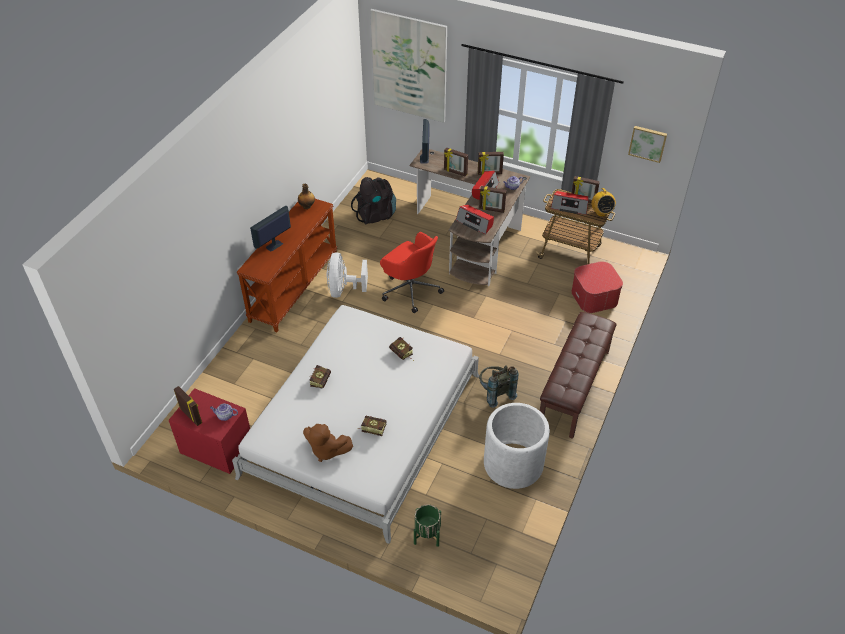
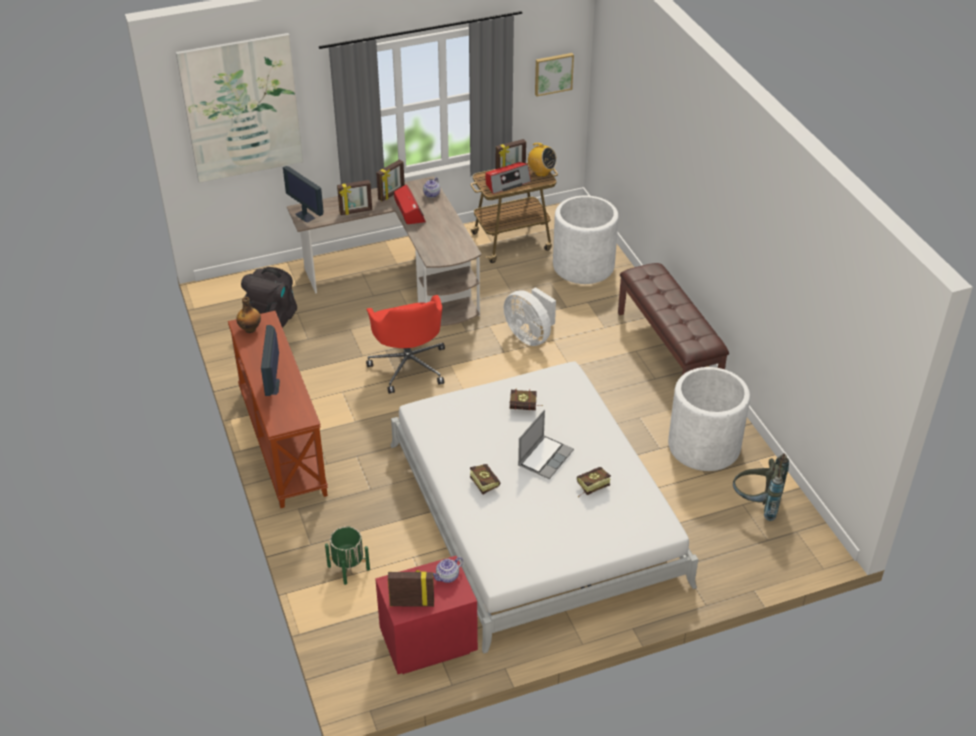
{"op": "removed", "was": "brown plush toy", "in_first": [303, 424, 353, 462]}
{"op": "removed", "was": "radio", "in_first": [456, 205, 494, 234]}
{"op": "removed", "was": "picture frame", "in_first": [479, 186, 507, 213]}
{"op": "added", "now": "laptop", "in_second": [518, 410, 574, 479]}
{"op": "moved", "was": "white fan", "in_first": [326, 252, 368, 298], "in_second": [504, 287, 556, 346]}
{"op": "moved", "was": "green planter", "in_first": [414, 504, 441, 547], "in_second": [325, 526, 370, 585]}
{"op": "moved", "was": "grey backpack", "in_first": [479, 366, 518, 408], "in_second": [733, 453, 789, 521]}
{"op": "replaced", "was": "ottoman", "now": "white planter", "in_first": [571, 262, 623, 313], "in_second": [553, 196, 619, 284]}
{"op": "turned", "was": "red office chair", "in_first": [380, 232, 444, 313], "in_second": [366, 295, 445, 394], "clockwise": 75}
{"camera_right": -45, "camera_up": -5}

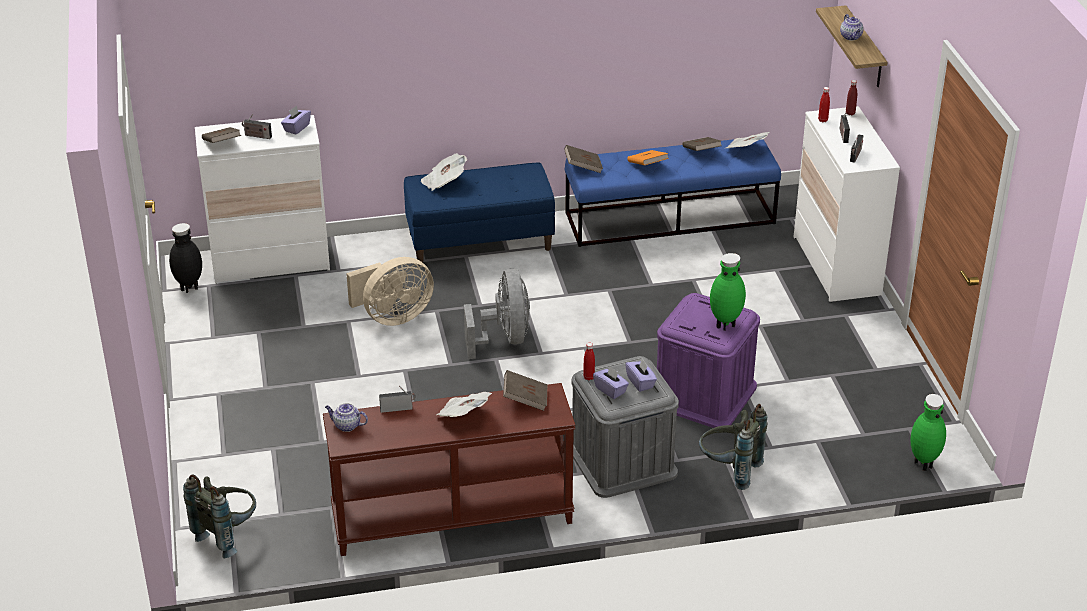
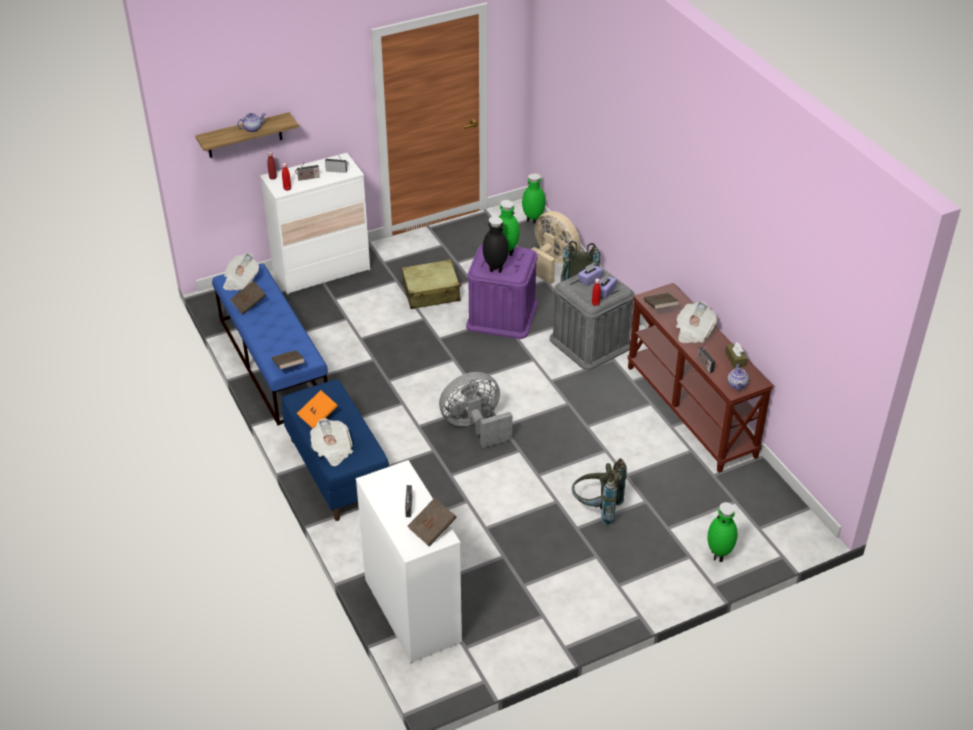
{"op": "removed", "was": "purple tissue box", "in_first": [281, 105, 311, 134]}
{"op": "added", "now": "beige suitcase", "in_second": [402, 259, 461, 309]}
{"op": "added", "now": "green vase", "in_second": [707, 502, 738, 562]}
{"op": "added", "now": "brown tissue box", "in_second": [725, 342, 747, 368]}
{"op": "moved", "was": "black vase", "in_first": [169, 223, 202, 293], "in_second": [483, 216, 508, 273]}
{"op": "moved", "was": "grey backpack", "in_first": [183, 475, 256, 558], "in_second": [572, 458, 627, 526]}
{"op": "moved", "was": "beige fan", "in_first": [346, 257, 434, 326], "in_second": [532, 211, 581, 284]}
{"op": "moved", "was": "orange book", "in_first": [627, 150, 669, 165], "in_second": [297, 390, 338, 428]}
{"camera_right": -105, "camera_up": 5}

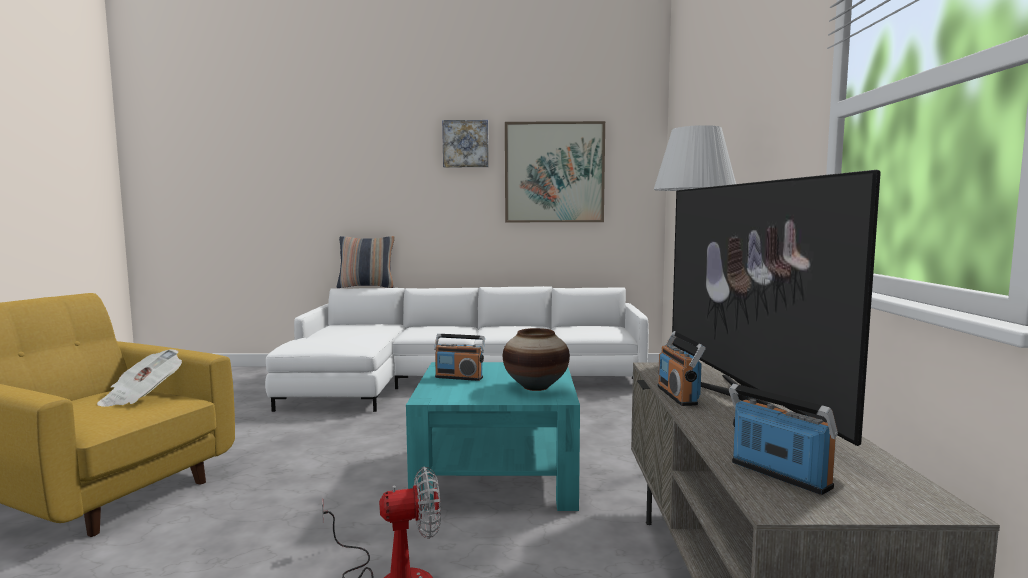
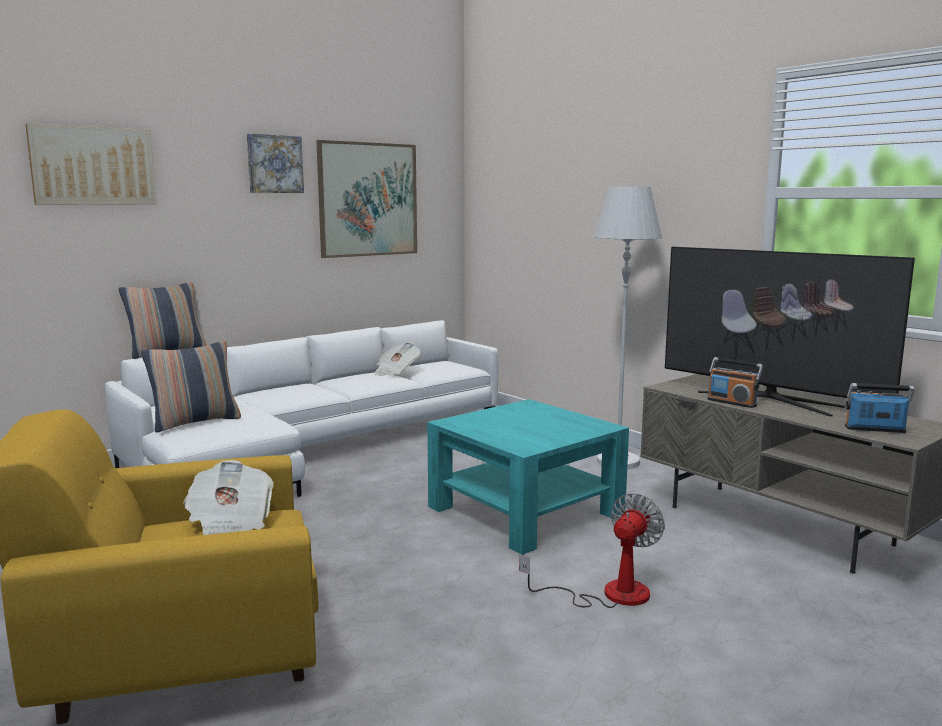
{"op": "removed", "was": "radio", "in_first": [434, 334, 485, 381]}
{"op": "removed", "was": "vase", "in_first": [503, 328, 570, 391]}
{"op": "added", "now": "picture", "in_second": [25, 123, 156, 205]}
{"op": "added", "now": "pillow", "in_second": [141, 341, 241, 433]}
{"op": "added", "now": "newspaper", "in_second": [374, 342, 420, 376]}
{"camera_right": -40, "camera_up": 5}

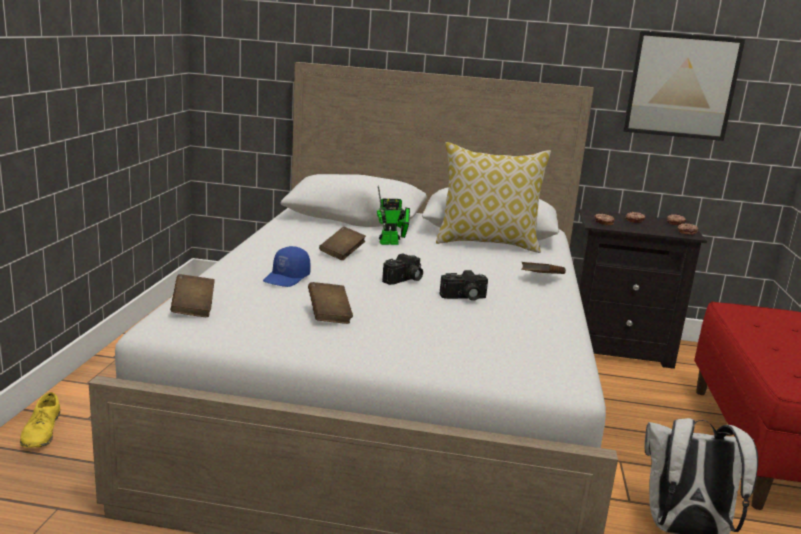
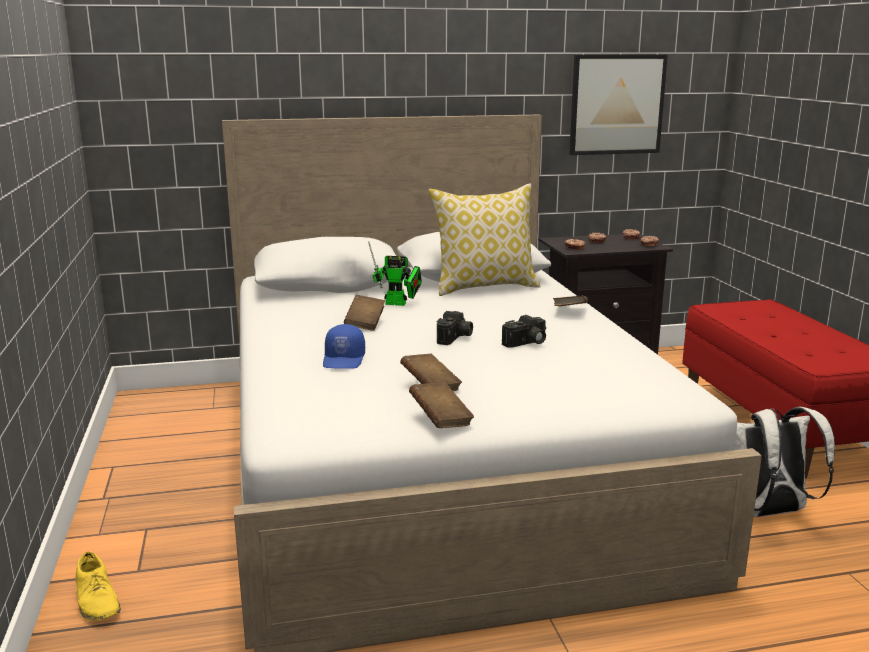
{"op": "moved", "was": "brown book", "in_first": [170, 274, 215, 317], "in_second": [409, 382, 474, 428]}
{"op": "turned", "was": "toy robot", "in_first": [377, 185, 410, 245], "in_second": [368, 241, 422, 306], "clockwise": 45}
{"camera_right": -20, "camera_up": 0}

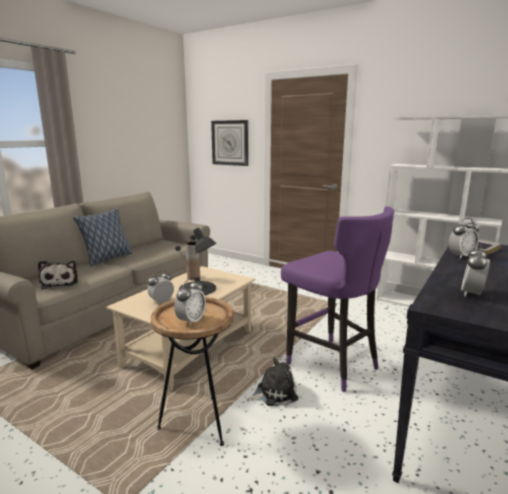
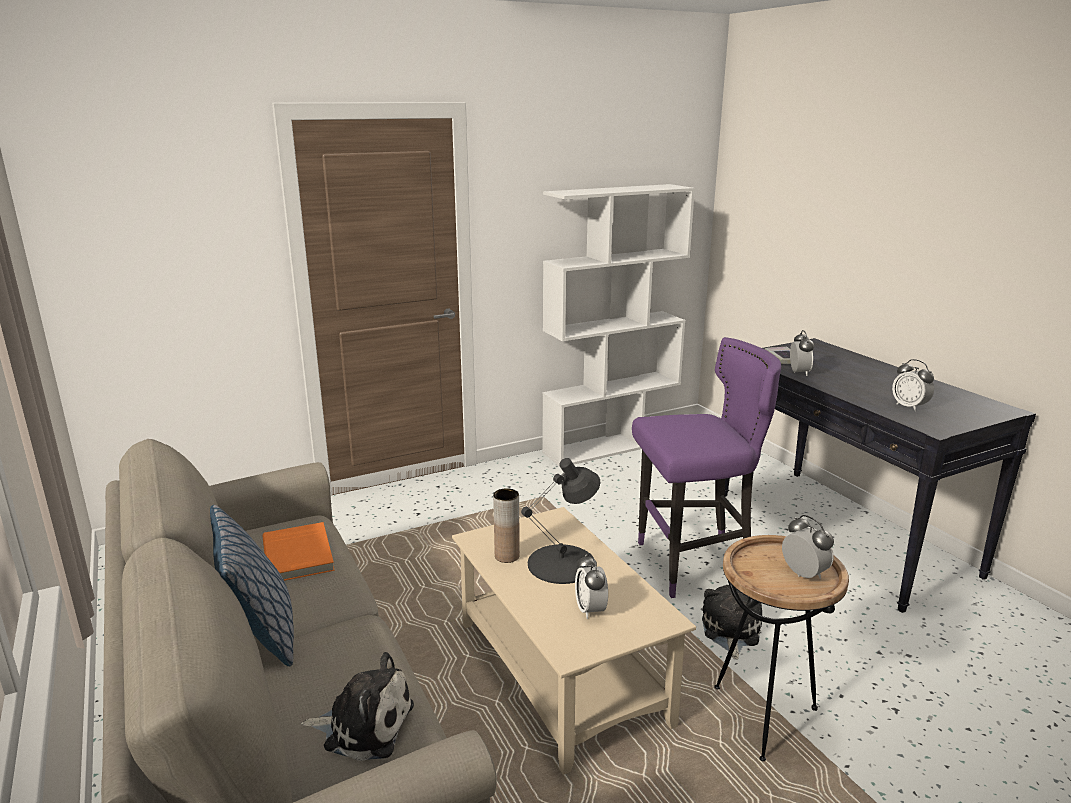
{"op": "removed", "was": "wall clock", "in_first": [211, 120, 248, 166]}
{"op": "added", "now": "orange book", "in_second": [263, 522, 335, 581]}
{"camera_right": -60, "camera_up": 5}

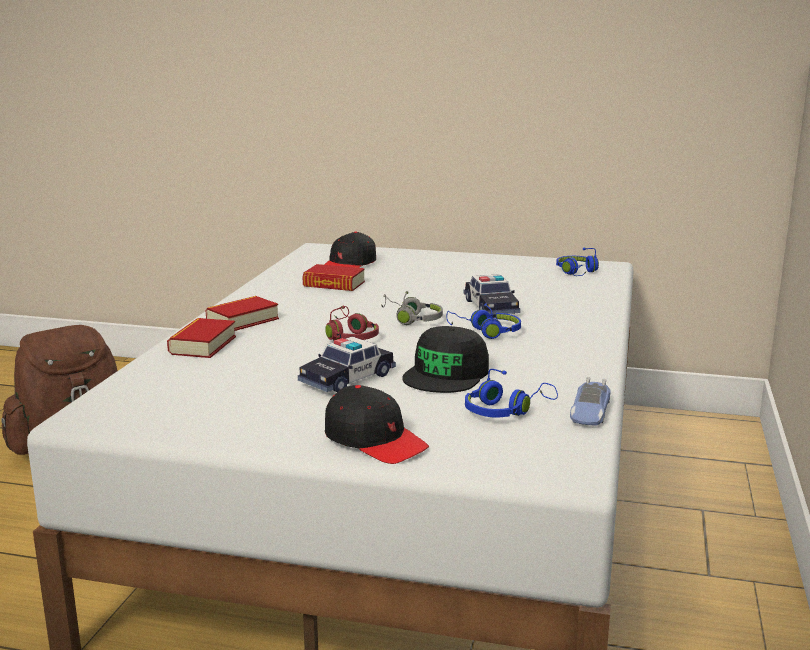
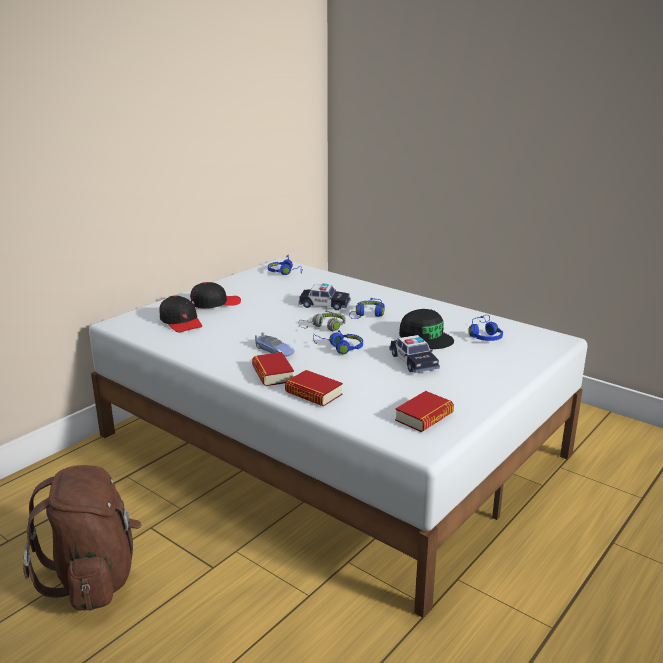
{"op": "moved", "was": "book", "in_first": [302, 264, 365, 291], "in_second": [395, 391, 454, 432]}
{"op": "moved", "was": "black cap", "in_first": [325, 385, 429, 464], "in_second": [190, 282, 241, 308]}
{"op": "moved", "was": "toy car", "in_first": [570, 377, 611, 426], "in_second": [255, 332, 295, 357]}
{"op": "recoloured", "was": "red headphones", "now": "blue headphones", "in_first": [325, 306, 379, 340], "in_second": [313, 330, 363, 354]}
{"camera_right": -65, "camera_up": 5}

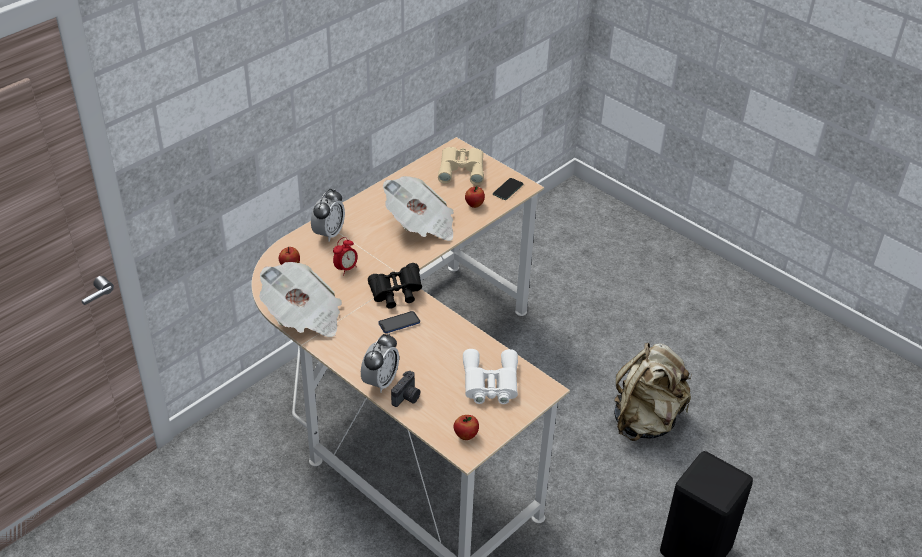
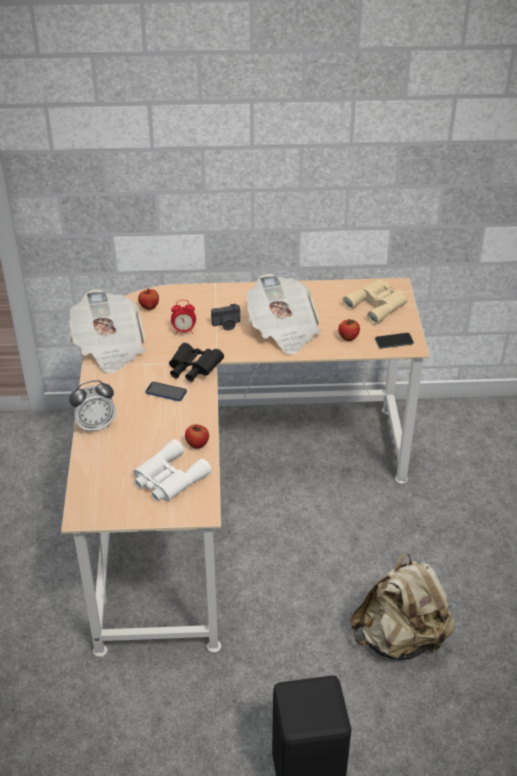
{"op": "removed", "was": "alarm clock", "in_first": [311, 189, 345, 242]}
{"op": "moved", "was": "photo camera", "in_first": [391, 371, 420, 407], "in_second": [211, 304, 240, 330]}
{"op": "moved", "was": "apple", "in_first": [454, 415, 479, 440], "in_second": [185, 424, 209, 449]}
{"camera_right": 45, "camera_up": 0}

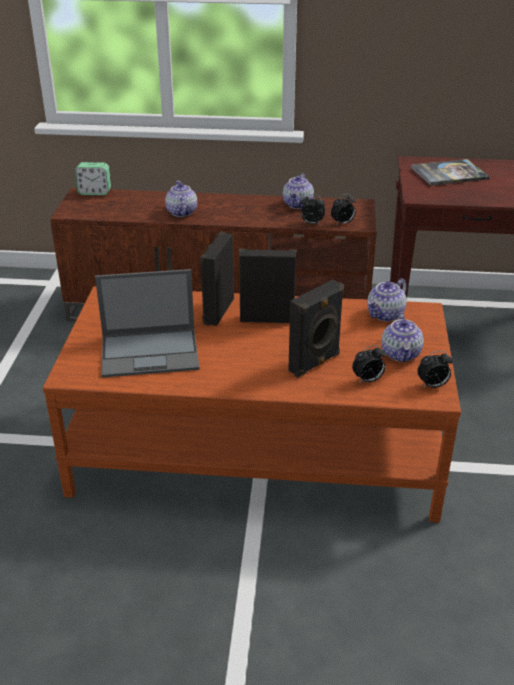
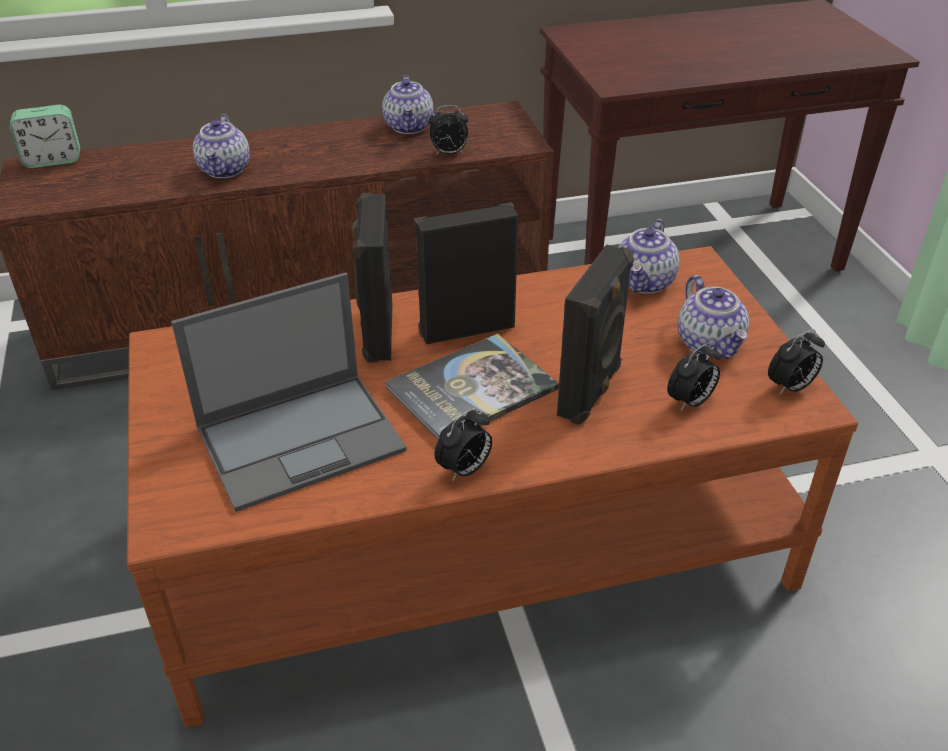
{"op": "moved", "was": "alarm clock", "in_first": [331, 194, 356, 224], "in_second": [435, 408, 492, 481]}
{"op": "moved", "was": "book", "in_first": [411, 159, 490, 186], "in_second": [385, 334, 559, 439]}
{"op": "turned", "was": "teapot", "in_first": [165, 181, 197, 217], "in_second": [193, 114, 250, 178], "clockwise": -150}
{"camera_right": -20, "camera_up": 5}

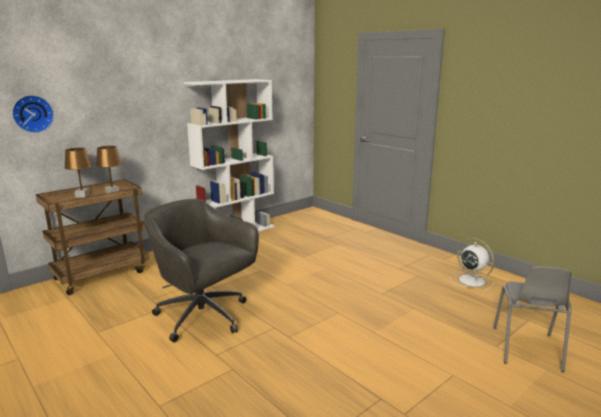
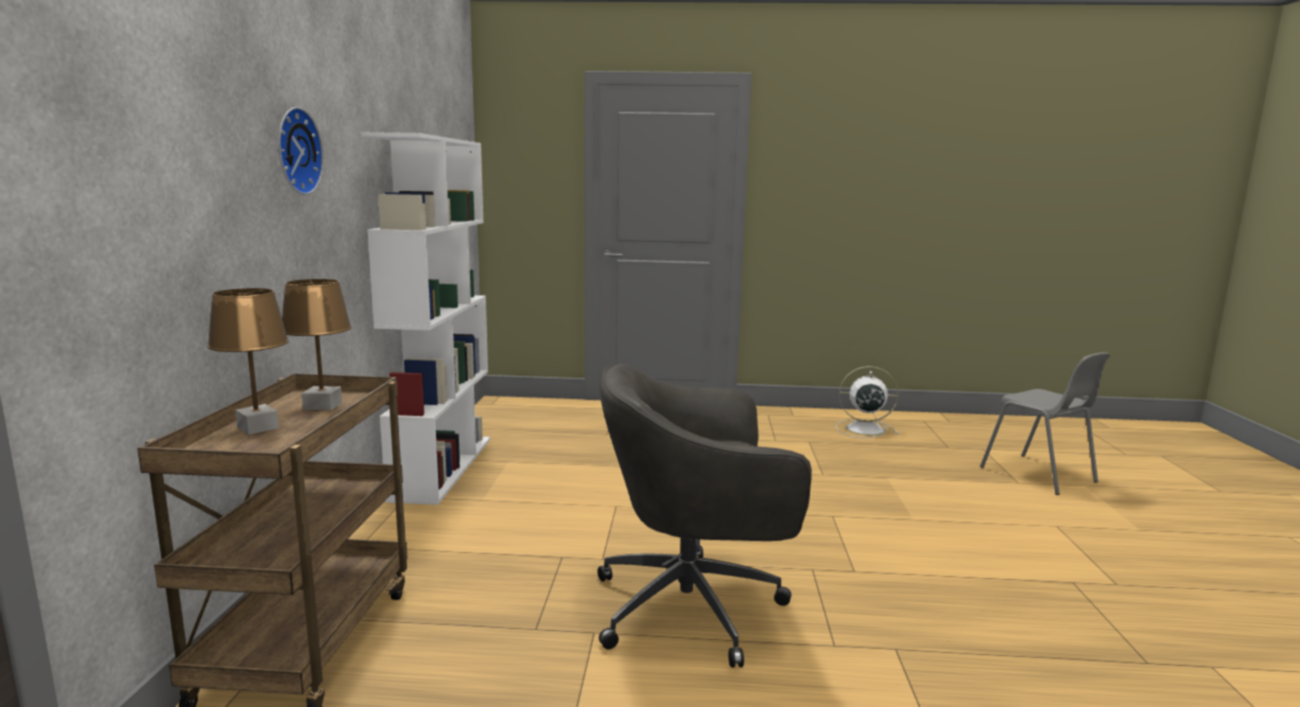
{"op": "moved", "was": "wall clock", "in_first": [12, 95, 54, 133], "in_second": [278, 107, 324, 195]}
{"camera_right": -45, "camera_up": -5}

